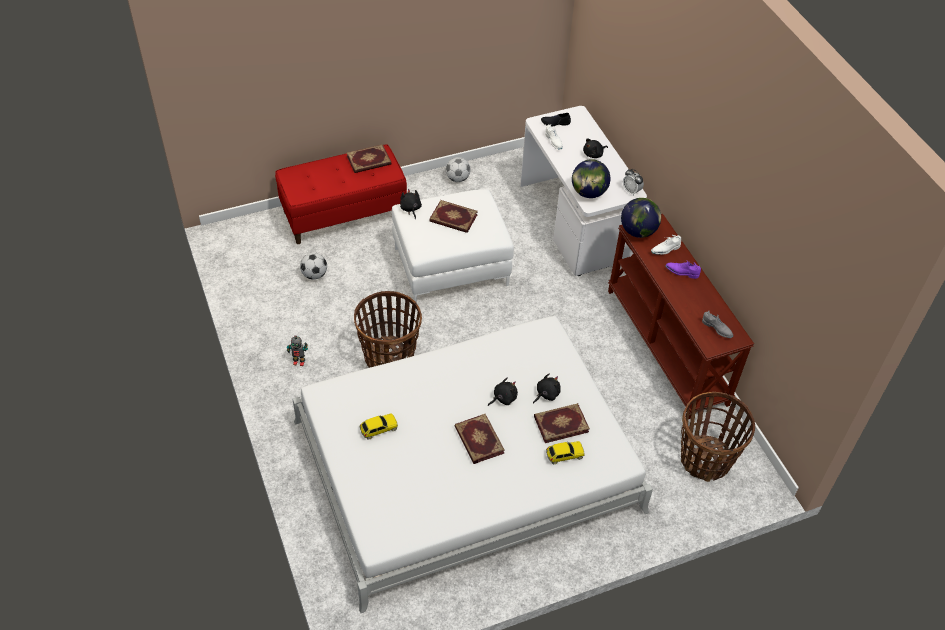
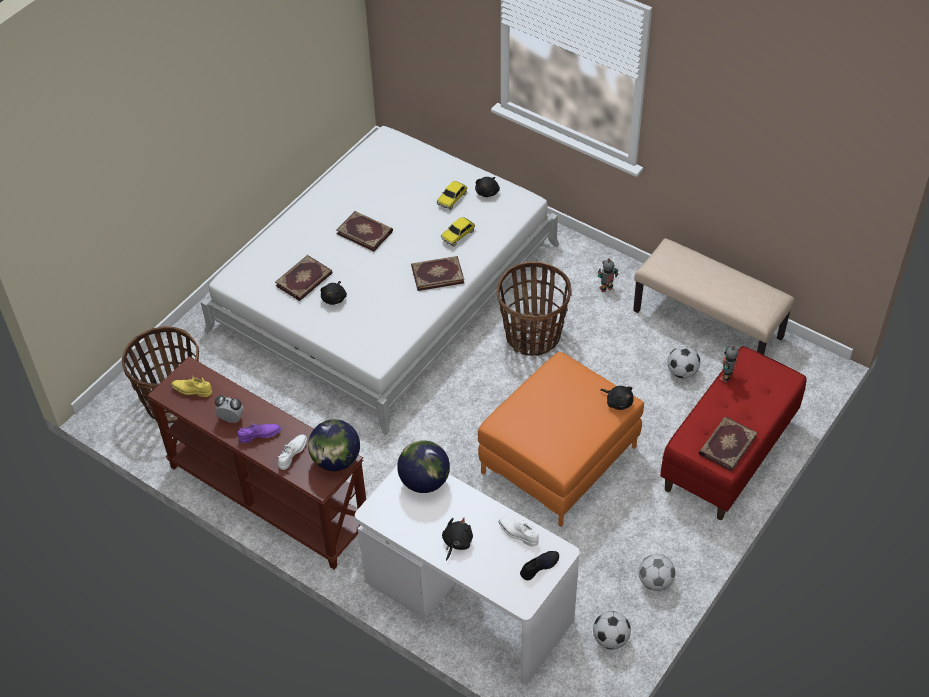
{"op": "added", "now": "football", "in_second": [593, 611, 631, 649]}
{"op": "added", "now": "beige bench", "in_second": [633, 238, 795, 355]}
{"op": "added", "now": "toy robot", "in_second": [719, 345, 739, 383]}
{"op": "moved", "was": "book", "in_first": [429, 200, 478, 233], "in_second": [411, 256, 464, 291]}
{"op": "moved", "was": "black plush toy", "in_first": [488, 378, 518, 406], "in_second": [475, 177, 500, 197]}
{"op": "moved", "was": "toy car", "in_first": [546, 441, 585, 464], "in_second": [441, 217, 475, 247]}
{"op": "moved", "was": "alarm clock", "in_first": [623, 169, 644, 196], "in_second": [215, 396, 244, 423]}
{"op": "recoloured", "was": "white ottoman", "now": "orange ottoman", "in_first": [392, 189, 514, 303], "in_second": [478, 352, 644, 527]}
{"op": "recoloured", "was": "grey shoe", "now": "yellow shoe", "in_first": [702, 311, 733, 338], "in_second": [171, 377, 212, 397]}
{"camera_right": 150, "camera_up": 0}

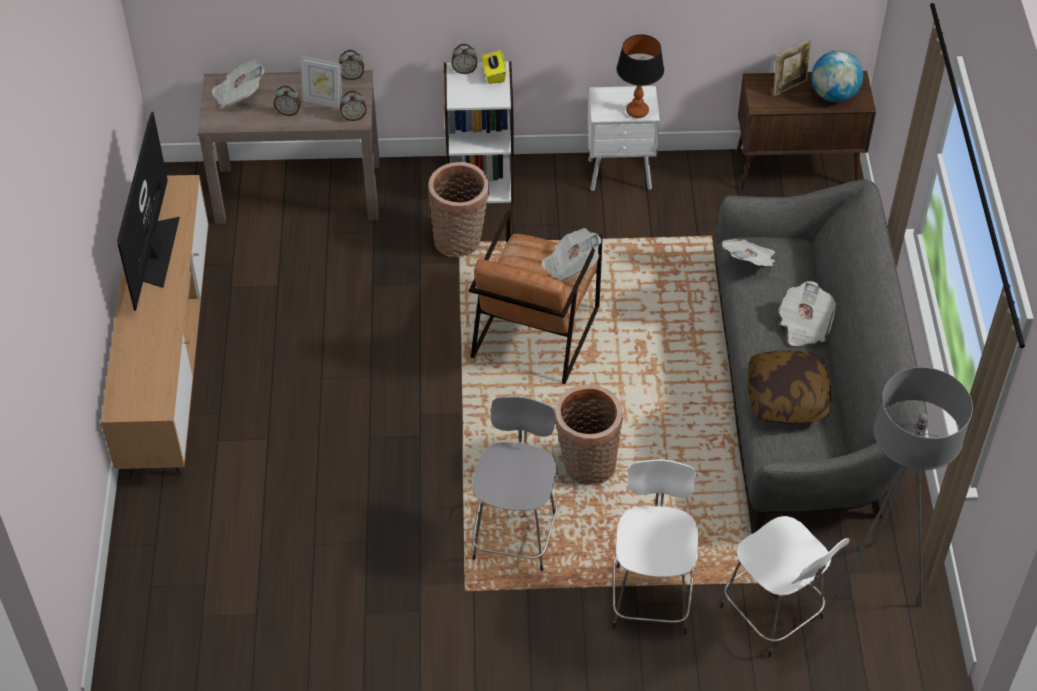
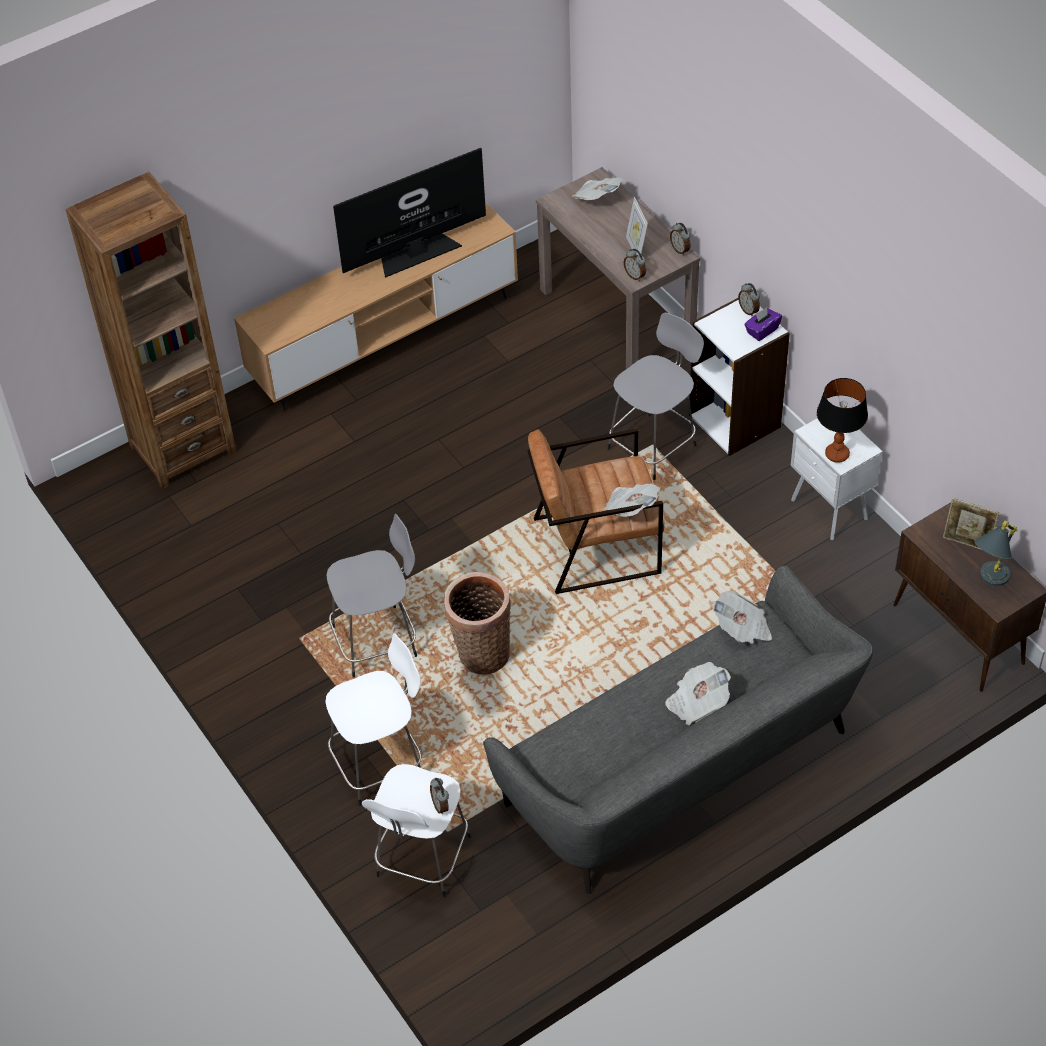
{"op": "removed", "was": "pillow", "in_first": [747, 350, 831, 424]}
{"op": "removed", "was": "grey floor lamp", "in_first": [834, 367, 973, 606]}
{"op": "added", "now": "brown bookcase", "in_second": [66, 172, 237, 489]}
{"op": "moved", "was": "alarm clock", "in_first": [274, 86, 301, 116], "in_second": [430, 778, 449, 814]}
{"op": "replaced", "was": "basket", "now": "grey stool", "in_first": [428, 162, 489, 258], "in_second": [607, 313, 704, 480]}
{"op": "replaced", "was": "globe", "now": "grey table lamp", "in_first": [812, 50, 863, 102], "in_second": [974, 520, 1017, 586]}
{"op": "recoloured", "was": "yellow tissue box", "now": "purple tissue box", "in_first": [482, 50, 506, 84], "in_second": [744, 307, 782, 341]}
{"camera_right": 60, "camera_up": 0}

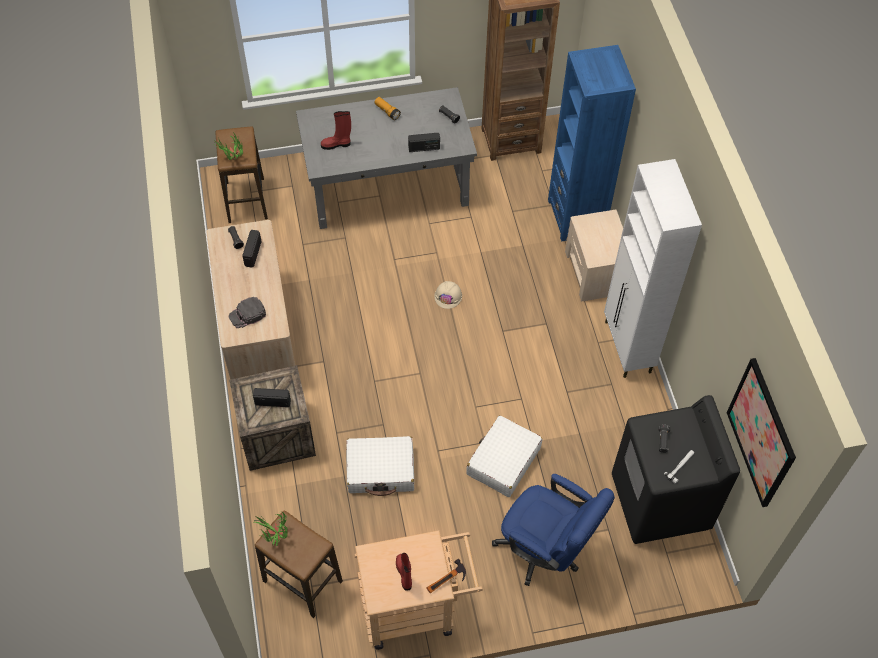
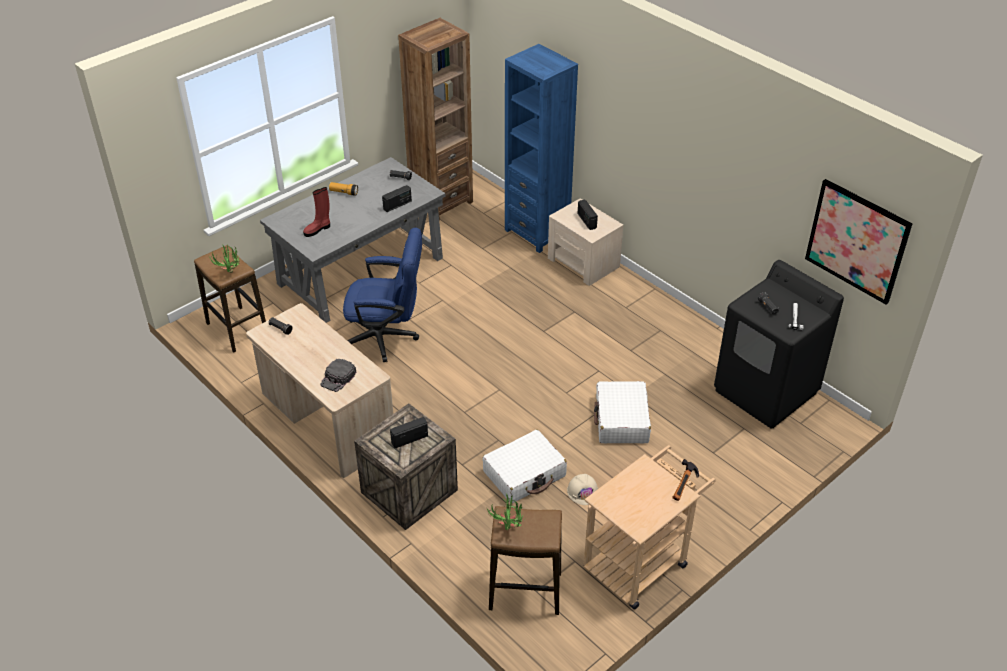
{"op": "removed", "was": "red boot", "in_first": [396, 553, 412, 591]}
{"op": "removed", "was": "white cabinet", "in_first": [604, 159, 702, 378]}
{"op": "moved", "was": "radio", "in_first": [242, 230, 262, 267], "in_second": [577, 199, 598, 230]}
{"op": "moved", "was": "beige hard hat", "in_first": [434, 281, 462, 309], "in_second": [567, 474, 598, 505]}
{"op": "moved", "was": "blue office chair", "in_first": [492, 474, 615, 586], "in_second": [343, 228, 422, 362]}
{"camera_right": -30, "camera_up": -15}

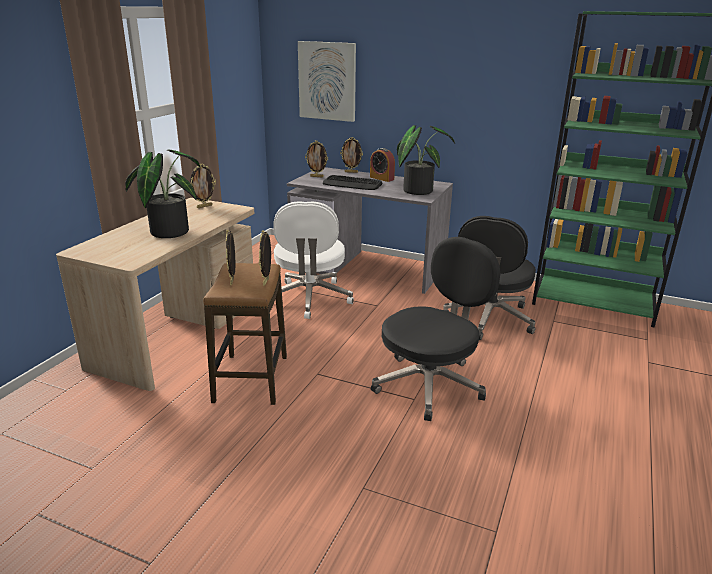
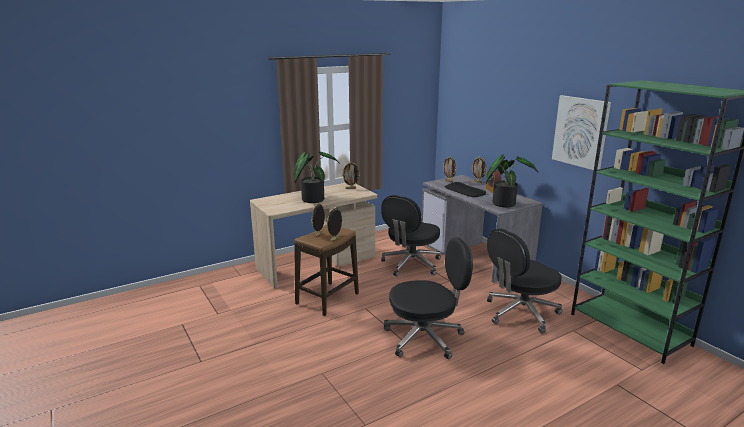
{"op": "moved", "was": "picture", "in_first": [298, 41, 356, 122], "in_second": [552, 95, 611, 170]}
{"op": "recoloured", "was": "white office chair", "now": "black office chair", "in_first": [273, 201, 354, 319], "in_second": [381, 195, 441, 276]}
{"camera_right": 35, "camera_up": -5}

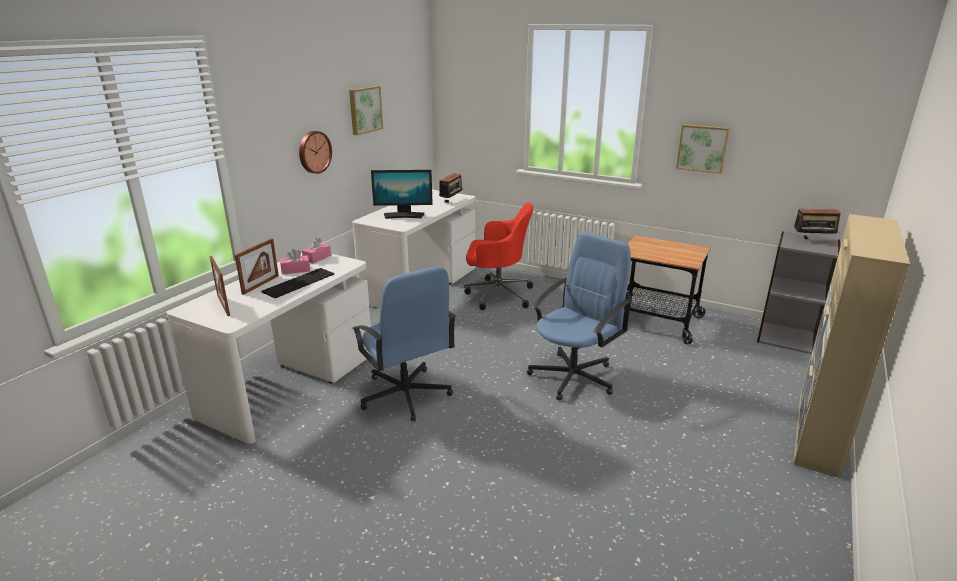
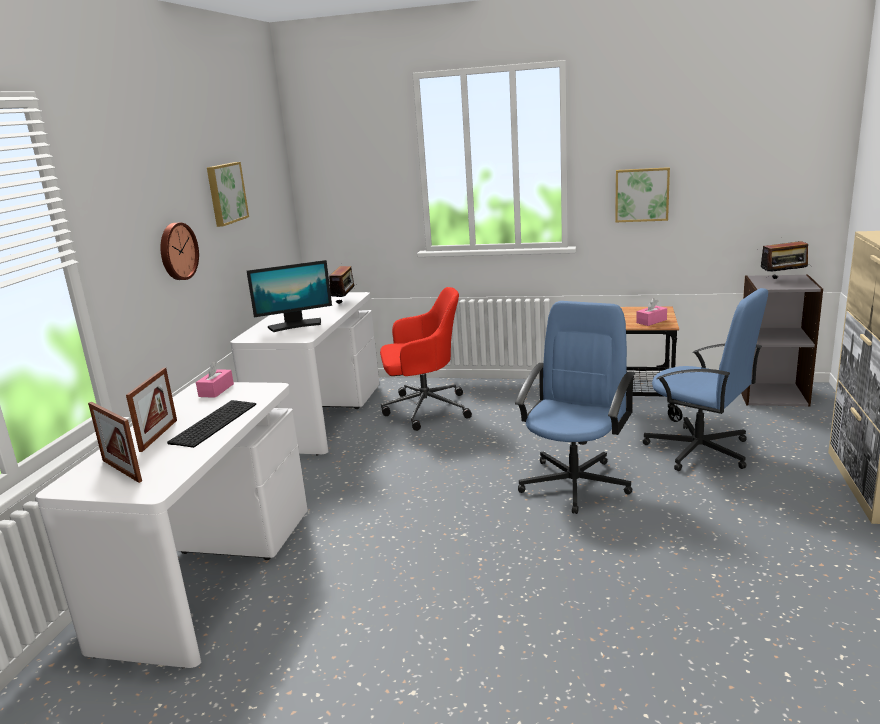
{"op": "moved", "was": "pink tissue box", "in_first": [280, 249, 310, 275], "in_second": [636, 298, 667, 326]}
{"op": "moved", "was": "blue office chair", "in_first": [352, 266, 456, 421], "in_second": [643, 288, 768, 471]}
{"camera_right": -15, "camera_up": -5}

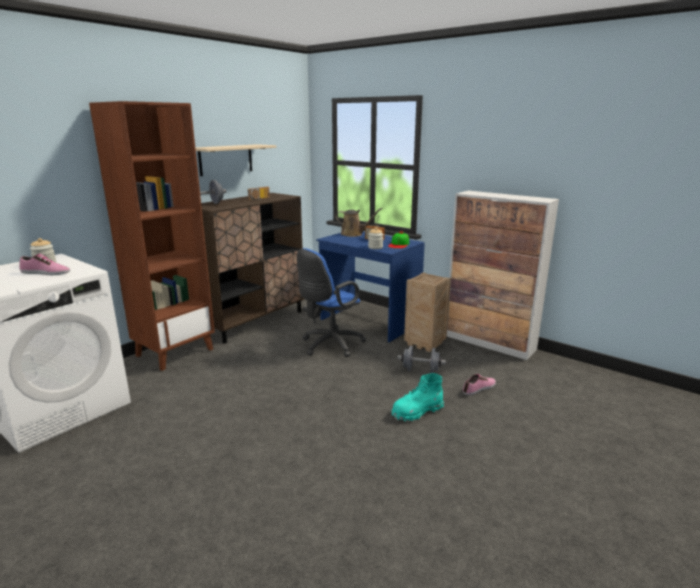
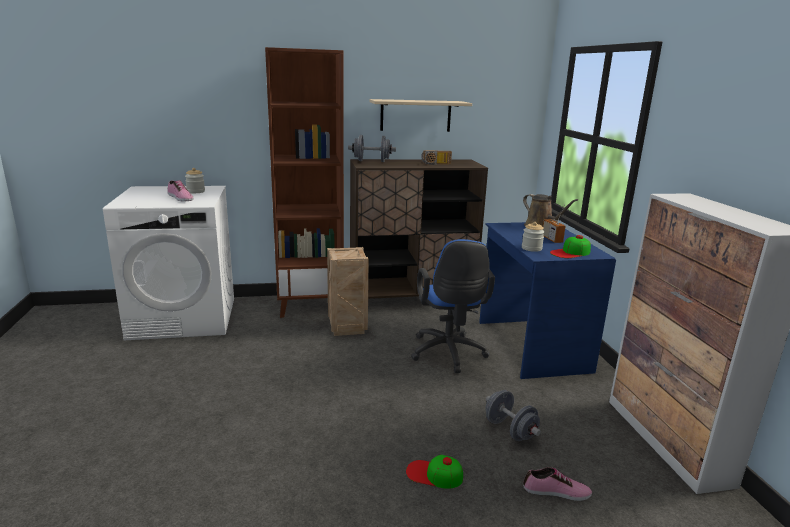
{"op": "moved", "was": "crate", "in_first": [404, 273, 451, 352], "in_second": [327, 247, 369, 336]}
{"op": "replaced", "was": "turquoise boot", "now": "cap", "in_first": [392, 373, 444, 422], "in_second": [406, 455, 463, 489]}
{"op": "turned", "was": "blue office chair", "in_first": [297, 248, 366, 357], "in_second": [411, 239, 495, 373], "clockwise": -90}
{"camera_right": 40, "camera_up": 0}

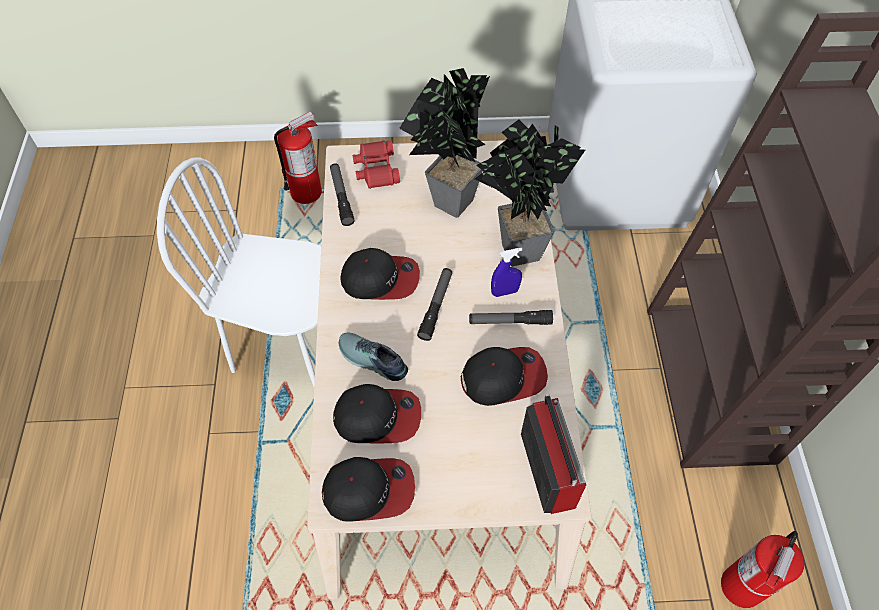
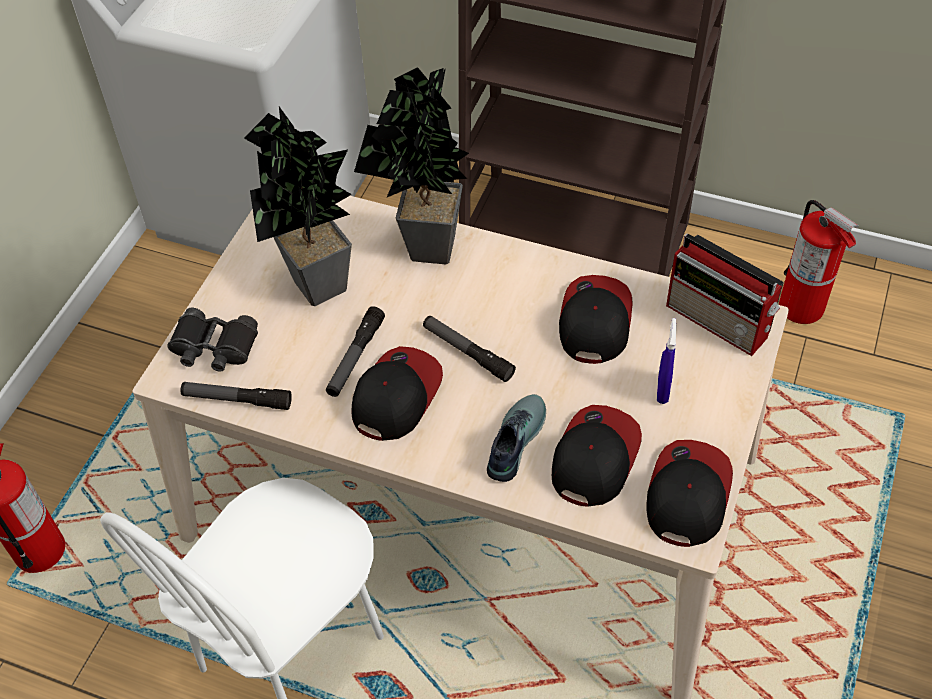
{"op": "moved", "was": "flashlight", "in_first": [469, 310, 553, 325], "in_second": [326, 306, 385, 397]}
{"op": "moved", "was": "blue spray bottle", "in_first": [491, 248, 522, 297], "in_second": [657, 318, 677, 404]}
{"op": "recoloured", "was": "red binoculars", "now": "black binoculars", "in_first": [352, 140, 400, 189], "in_second": [167, 308, 258, 372]}
{"op": "turned", "was": "shoe", "in_first": [339, 333, 408, 381], "in_second": [487, 394, 546, 482], "clockwise": 150}
{"op": "turned", "was": "radio", "in_first": [521, 395, 586, 514], "in_second": [666, 234, 784, 356], "clockwise": -150}
{"camera_right": -65, "camera_up": -5}

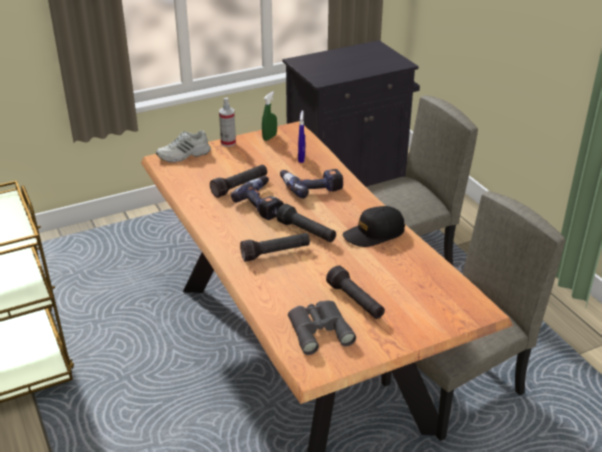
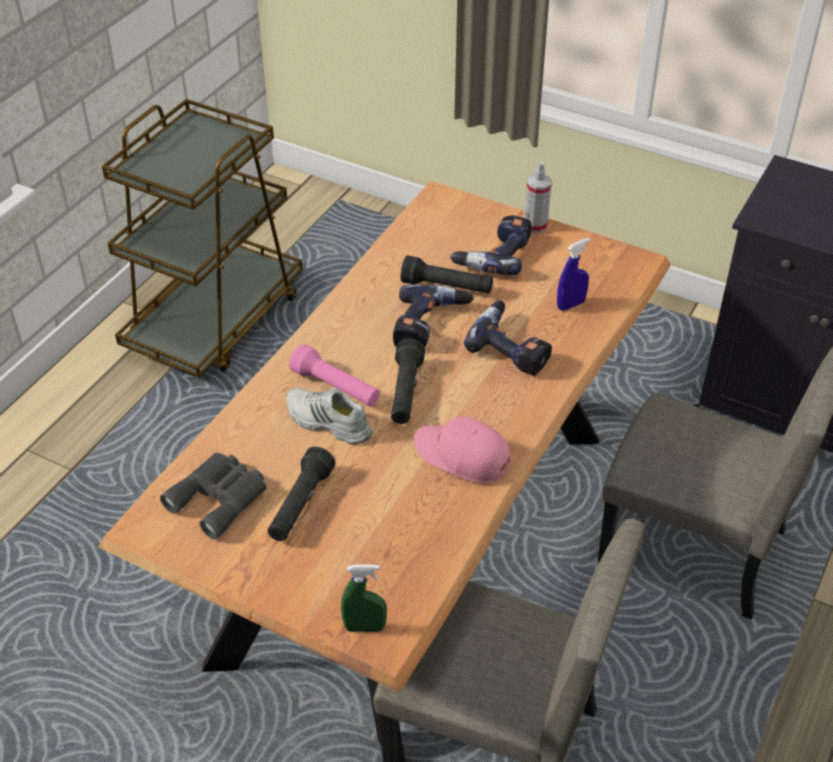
{"op": "added", "now": "power drill", "in_second": [450, 215, 532, 275]}
{"op": "moved", "was": "white shoe", "in_first": [156, 130, 211, 162], "in_second": [286, 388, 372, 445]}
{"op": "moved", "was": "green spray bottle", "in_first": [262, 91, 277, 141], "in_second": [341, 564, 387, 632]}
{"op": "recoloured", "was": "black flashlight", "now": "pink flashlight", "in_first": [240, 233, 310, 262], "in_second": [290, 344, 380, 406]}
{"op": "recoloured", "was": "black cap", "now": "pink cap", "in_first": [343, 206, 405, 247], "in_second": [414, 416, 511, 483]}
{"camera_right": 55, "camera_up": 10}

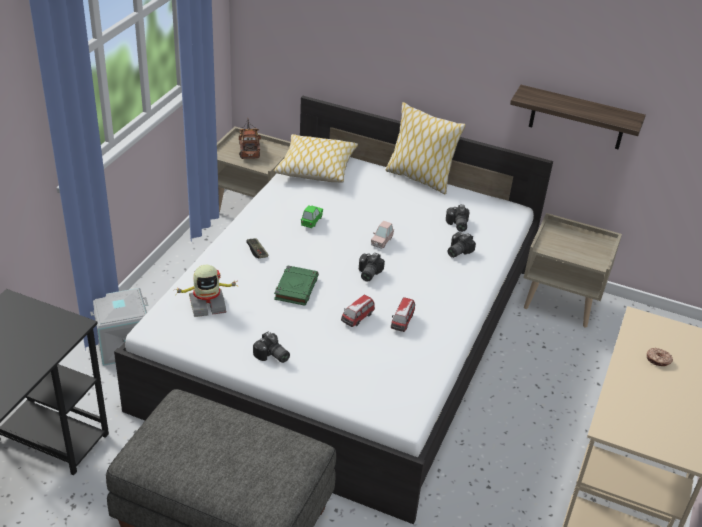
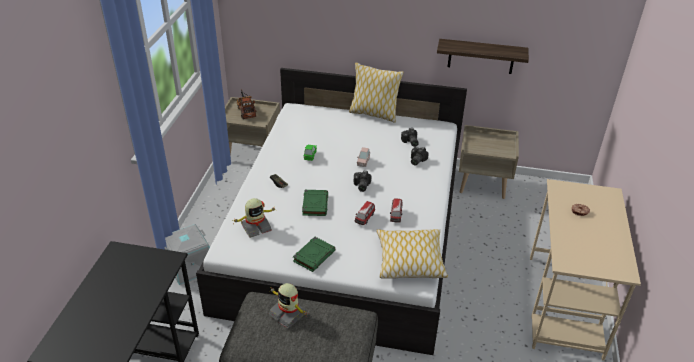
{"op": "added", "now": "toy robot", "in_second": [268, 283, 307, 329]}
{"op": "moved", "was": "pillow", "in_first": [274, 134, 358, 183], "in_second": [376, 229, 448, 279]}
{"op": "replaced", "was": "photo camera", "now": "green book", "in_first": [253, 332, 290, 363], "in_second": [293, 237, 336, 272]}
{"camera_right": -10, "camera_up": 0}

